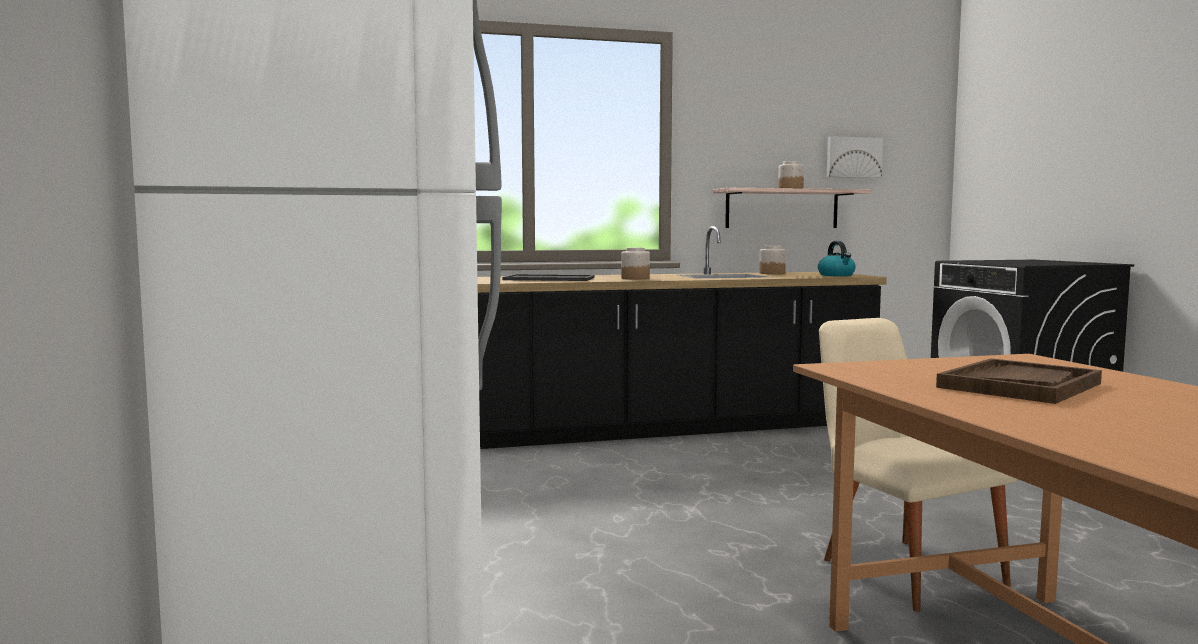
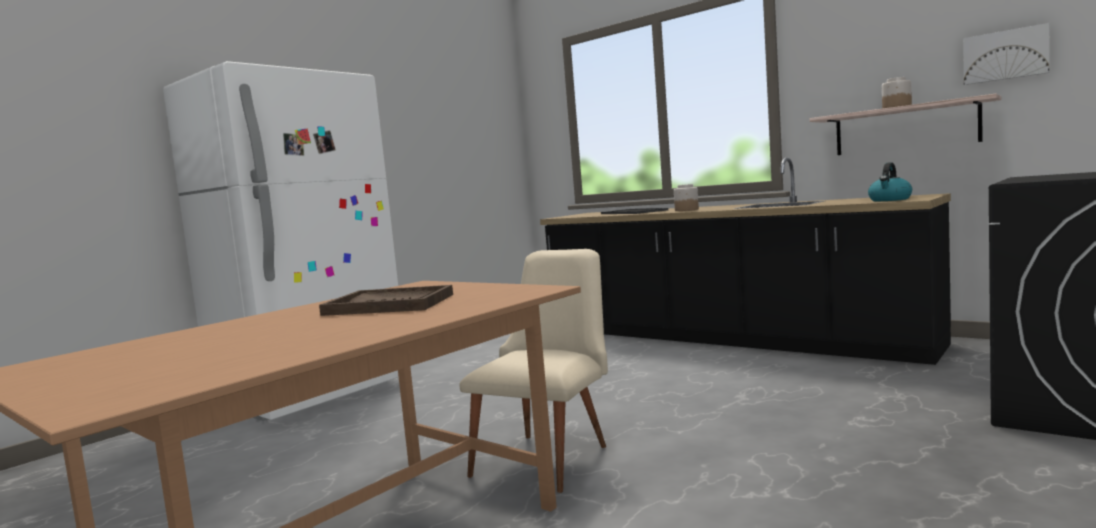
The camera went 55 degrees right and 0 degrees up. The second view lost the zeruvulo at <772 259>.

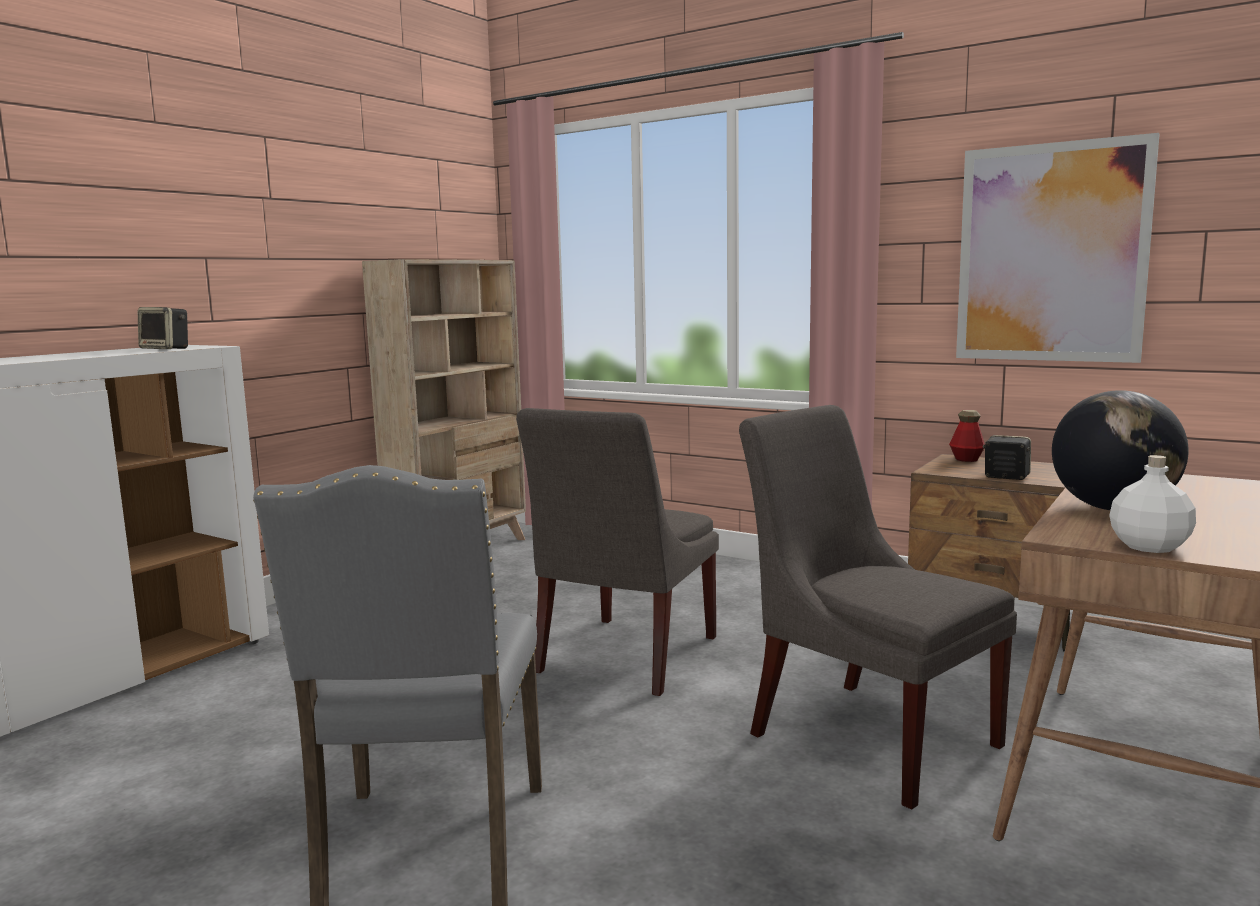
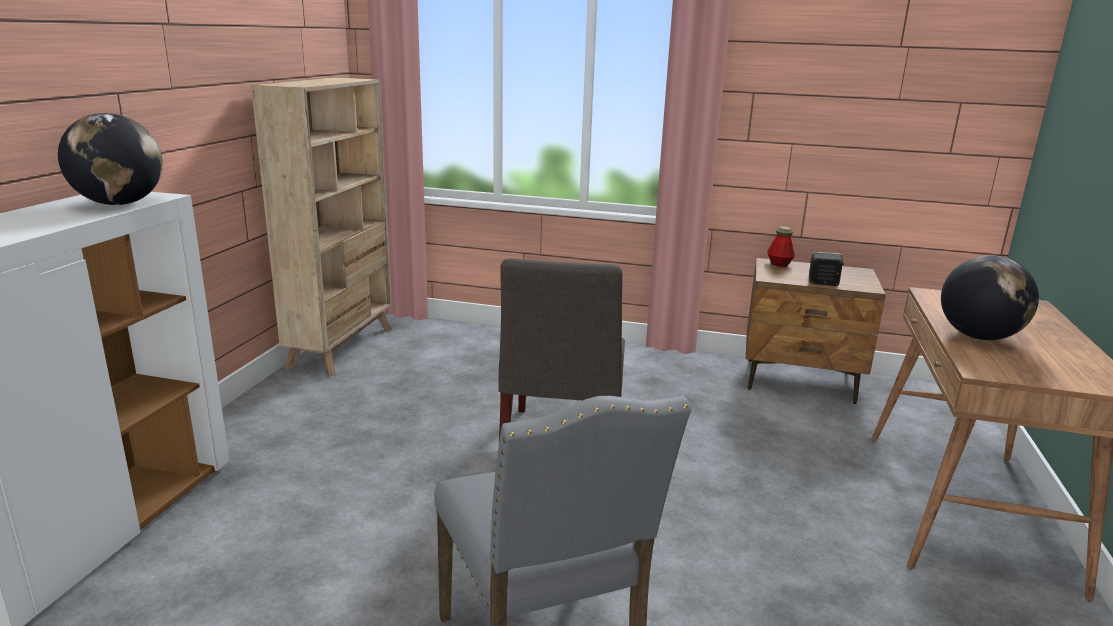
The camera went 20 degrees left and 10 degrees up. Where the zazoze stood at <163 328>, the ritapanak came to stand at <110 159>. The second view lost the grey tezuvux at <878 607>. The second view lost the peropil at <1058 248>. The second view lost the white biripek at <1152 504>.

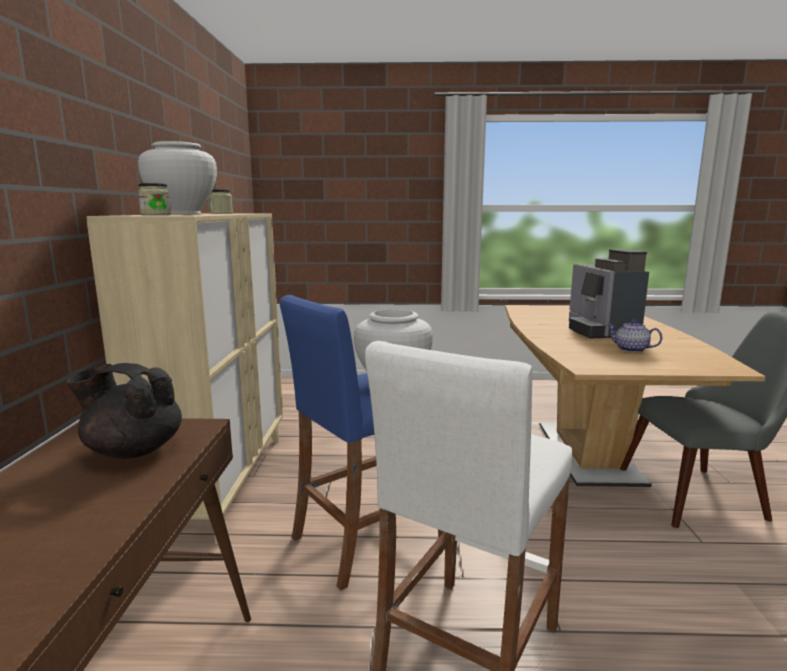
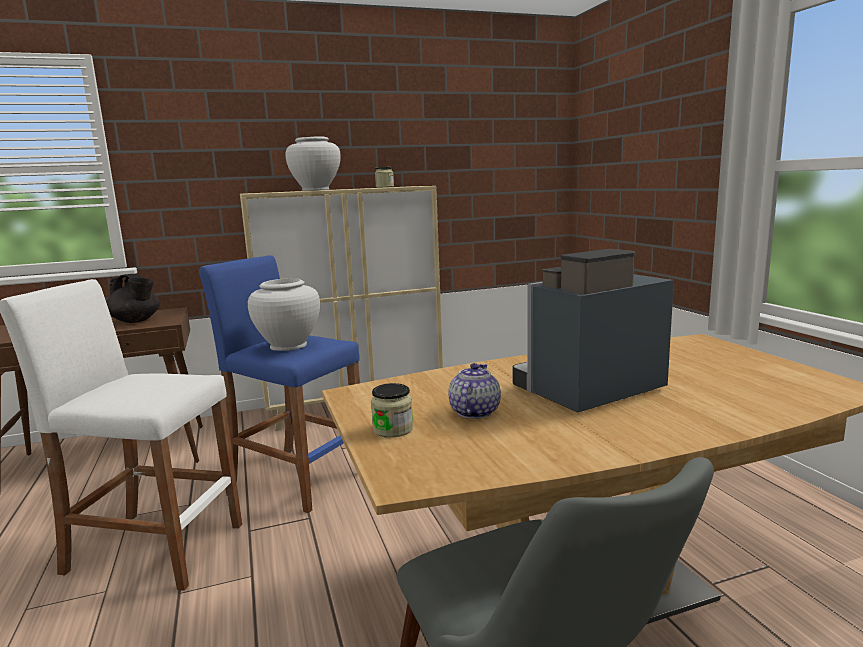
The camera went 70 degrees right and 0 degrees up. The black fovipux at <124 411> ended up facing another way, 135 degrees clockwise from before. The zeruvulo ended up elsewhere, having gone from <154 199> to <392 410>.

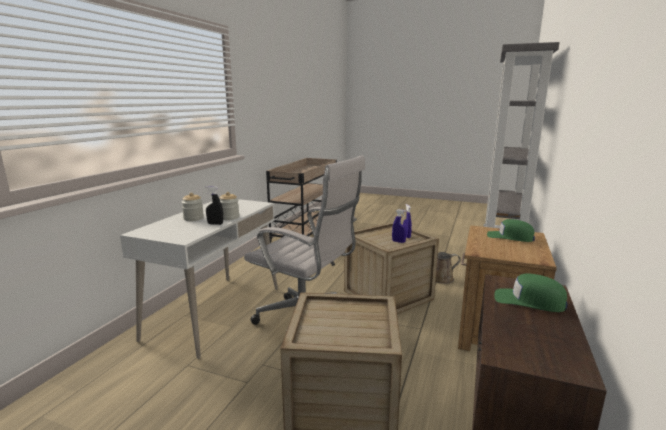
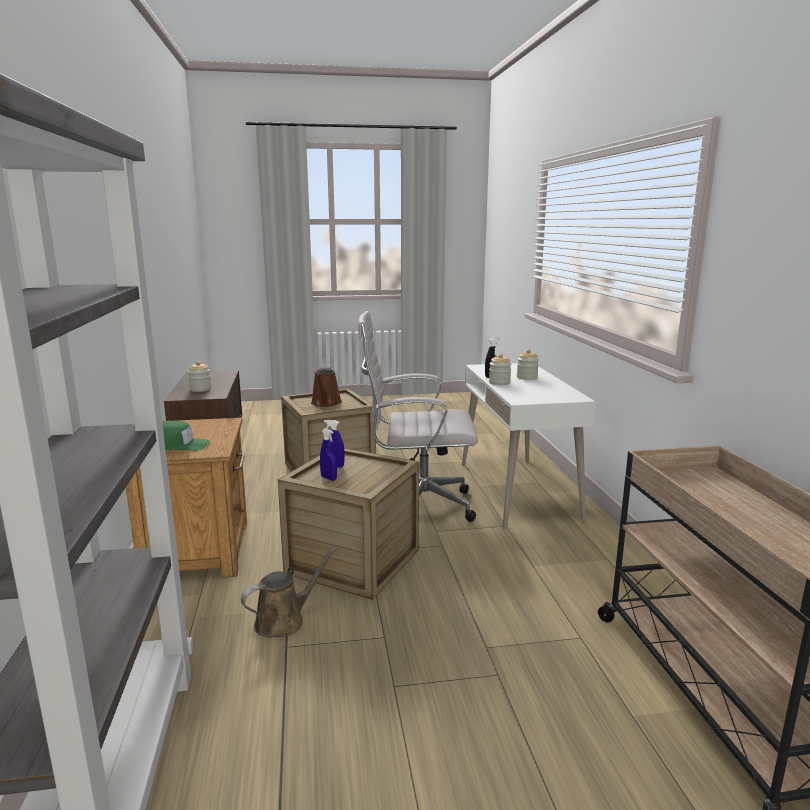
The camera went 150 degrees right and 0 degrees up. Where the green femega stood at <530 292>, the zeruvulo came to stand at <199 376>. The second view gained the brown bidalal at <326 387>.

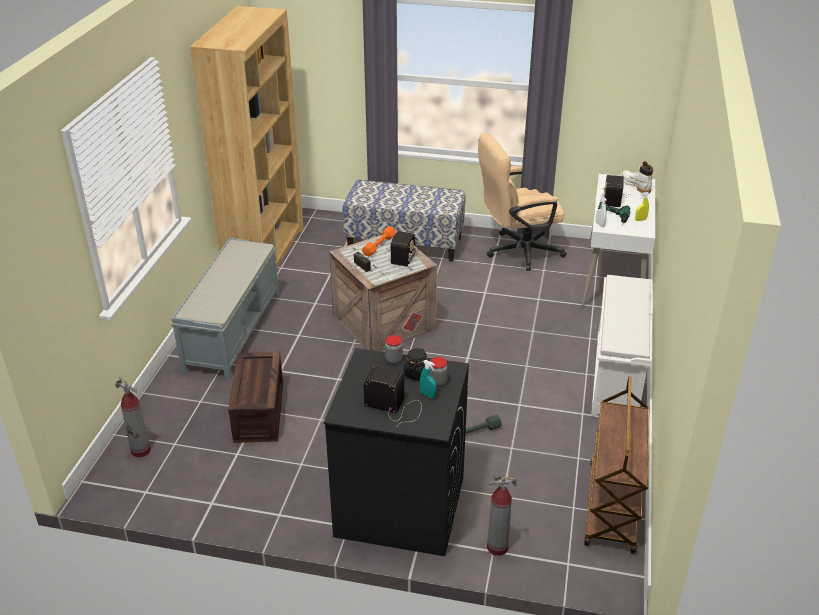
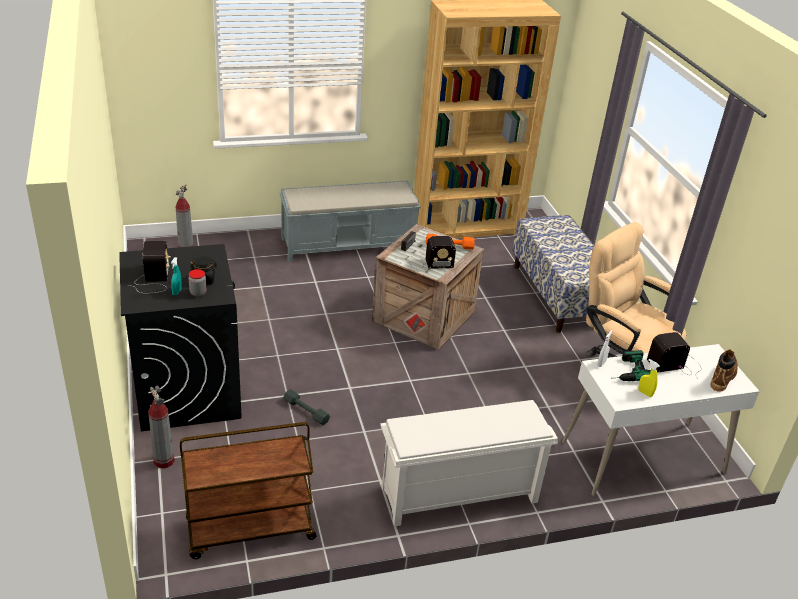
The camera went 60 degrees right and 0 degrees up. The second view lost the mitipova at <255 397>. The second view lost the zeruvulo at <394 349>. What was the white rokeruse at <637 177> turned into the brown rokeruse at <724 371>.

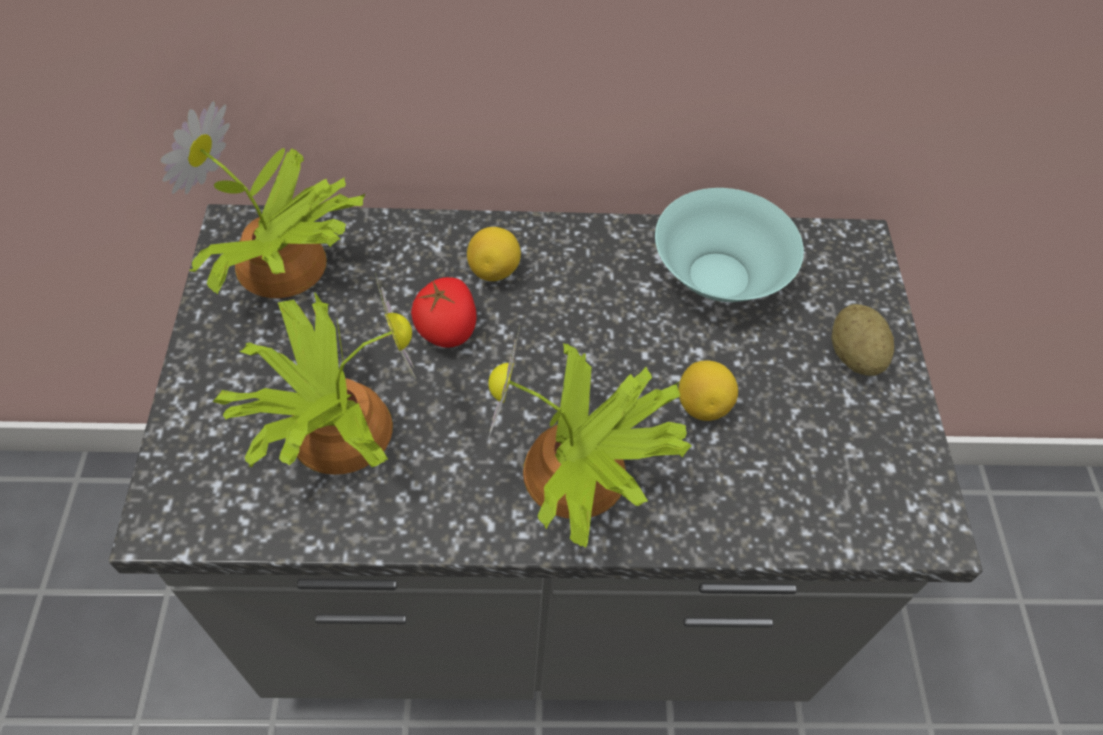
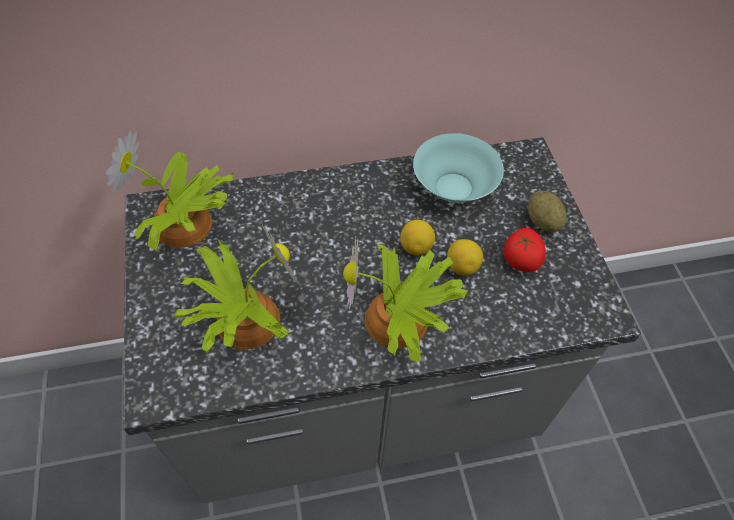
The camera went 10 degrees left and 0 degrees up. The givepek ended up elsewhere, having gone from <444 312> to <525 250>. The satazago ended up elsewhere, having gone from <494 254> to <417 237>.

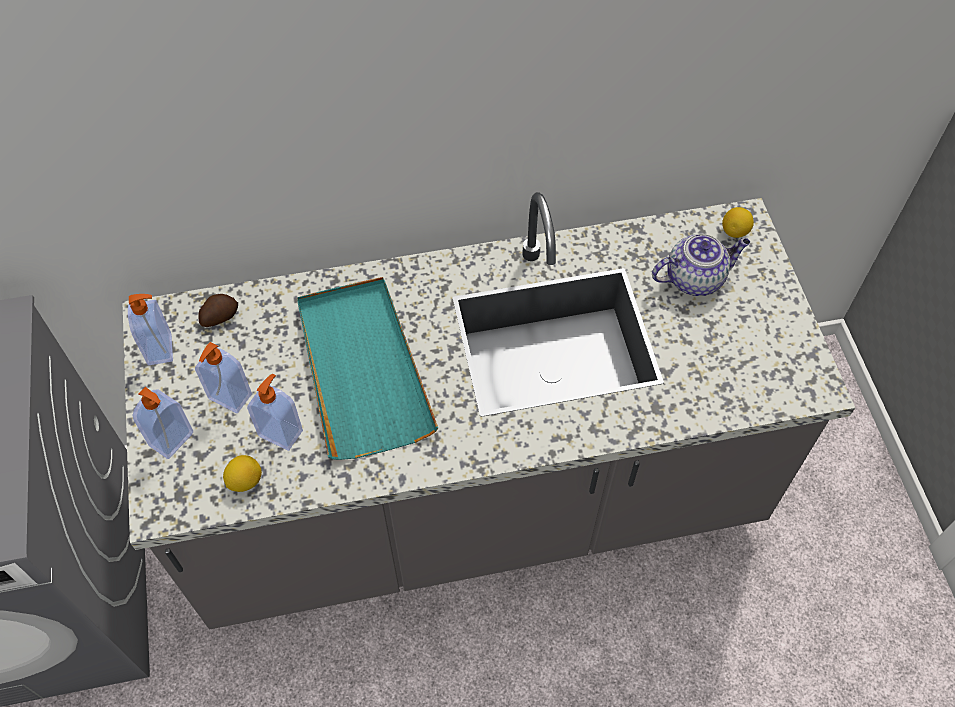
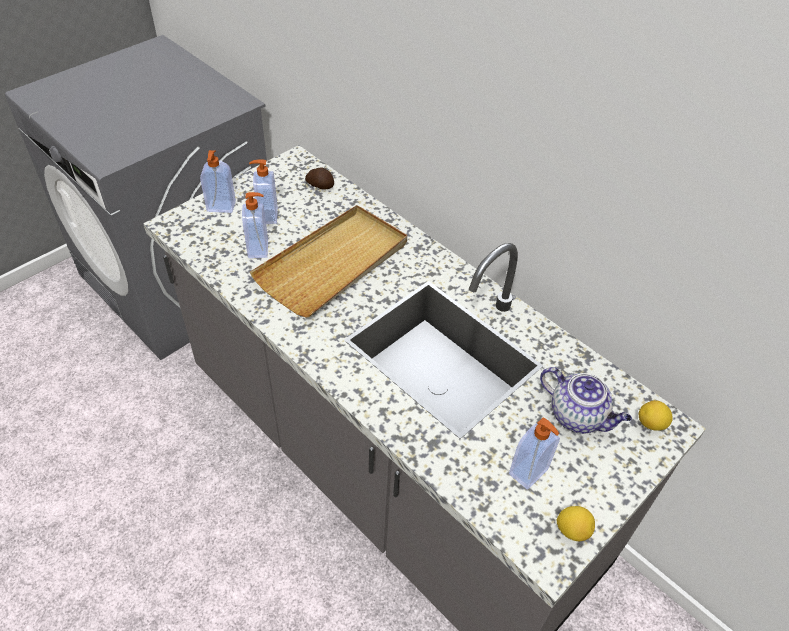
The camera went 55 degrees right and 10 degrees down. The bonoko ended up elsewhere, having gone from <150 329> to <534 453>. The satazago ended up elsewhere, having gone from <242 473> to <576 523>. What was the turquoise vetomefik at <367 368> turned into the beige vetomefik at <328 261>.

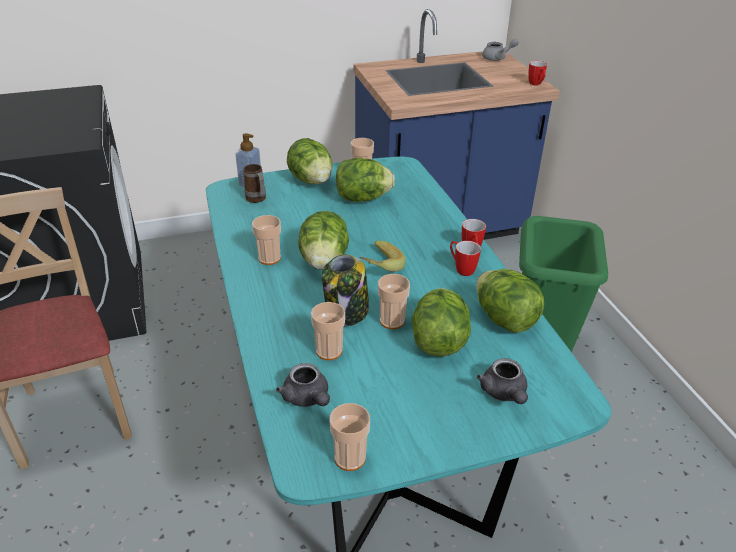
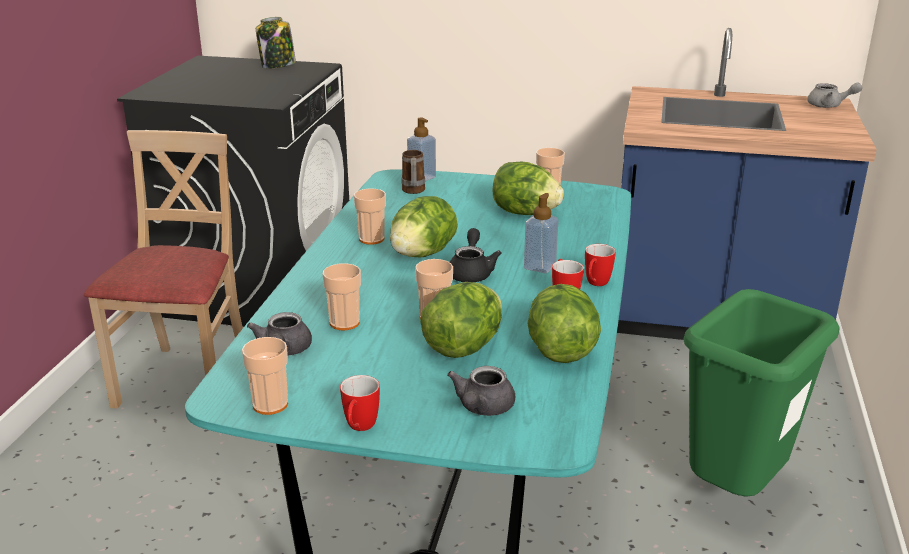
The camera went 30 degrees right and 10 degrees down. The second view lost the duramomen at <309 161>. The zeruvulo ended up elsewhere, having gone from <345 290> to <276 42>. Where the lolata stood at <383 256>, the black fovipux came to stand at <476 255>. The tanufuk ended up elsewhere, having gone from <537 73> to <360 403>. The second view gained the bonoko at <541 233>.

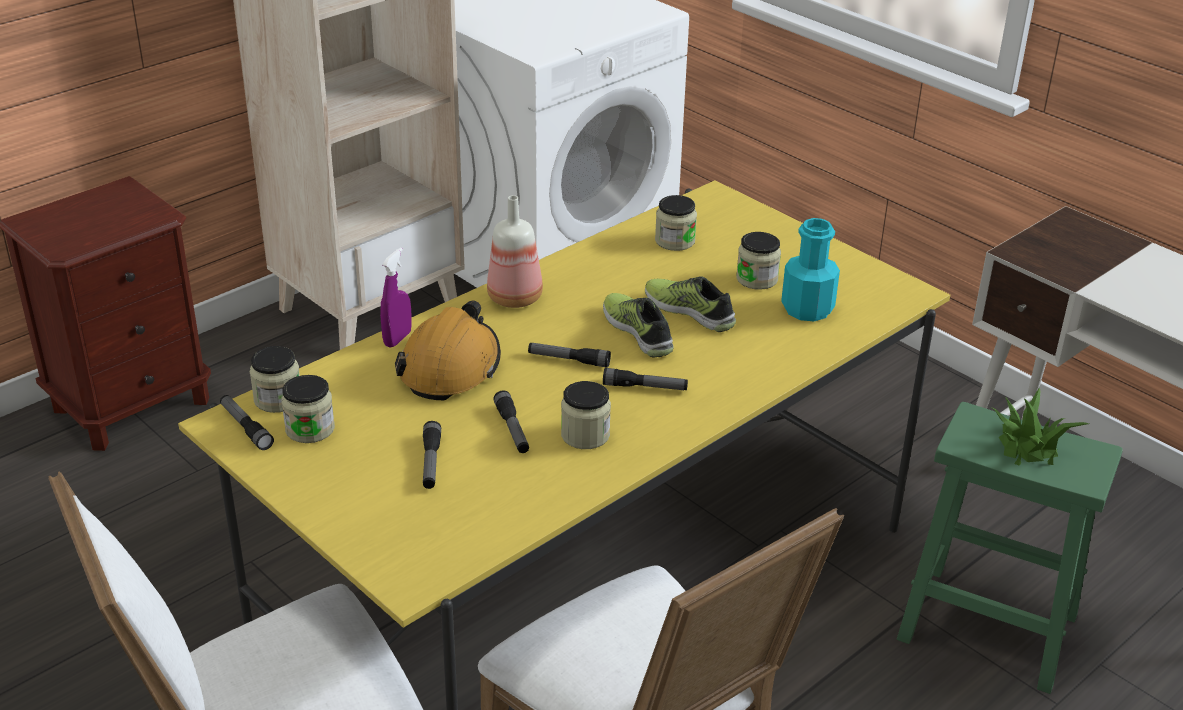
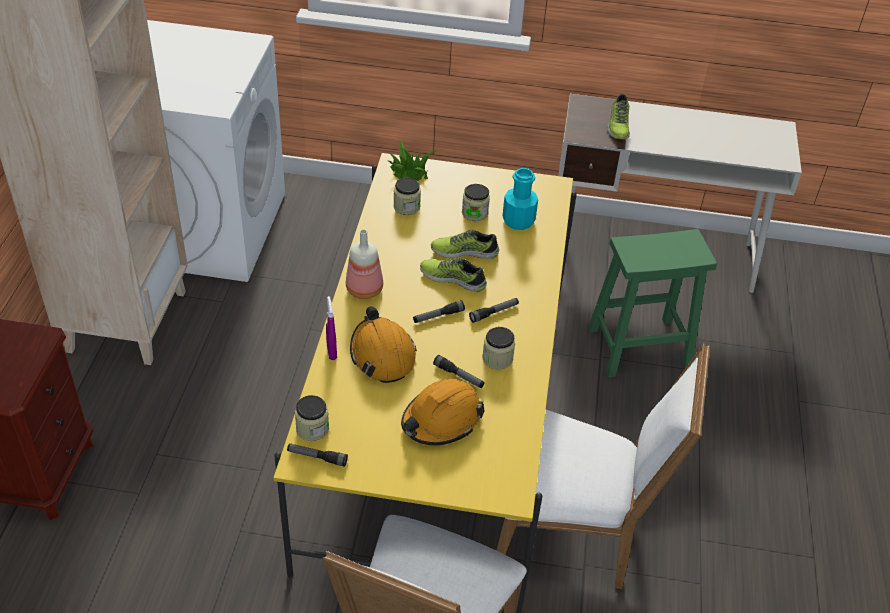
The camera went 40 degrees left and 10 degrees up. The second view lost the zeruvulo at <308 409>. Where the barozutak stood at <432 455>, the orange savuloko came to stand at <443 412>. The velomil ended up elsewhere, having gone from <1041 427> to <412 160>. The second view gained the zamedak at <618 116>.

